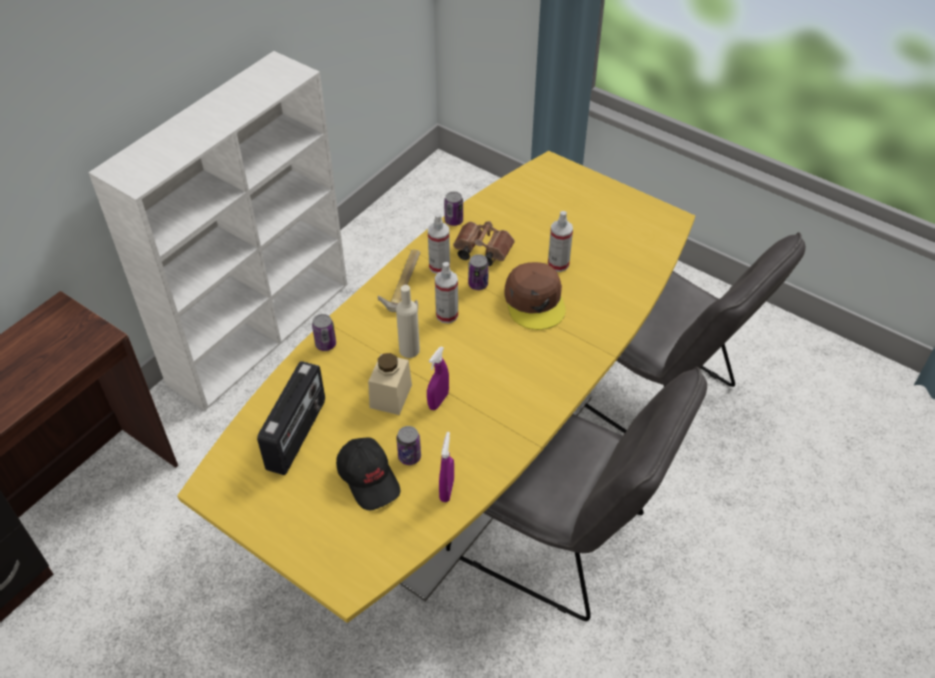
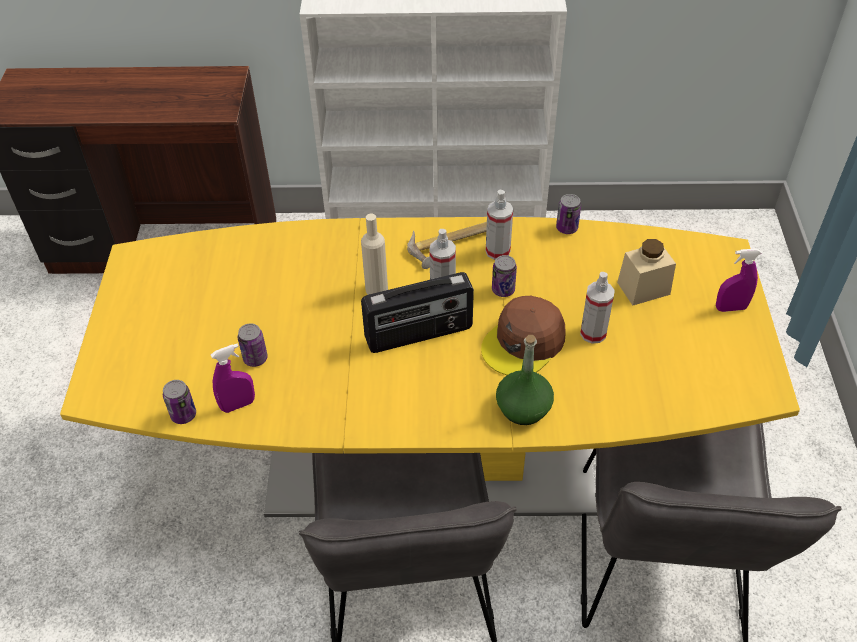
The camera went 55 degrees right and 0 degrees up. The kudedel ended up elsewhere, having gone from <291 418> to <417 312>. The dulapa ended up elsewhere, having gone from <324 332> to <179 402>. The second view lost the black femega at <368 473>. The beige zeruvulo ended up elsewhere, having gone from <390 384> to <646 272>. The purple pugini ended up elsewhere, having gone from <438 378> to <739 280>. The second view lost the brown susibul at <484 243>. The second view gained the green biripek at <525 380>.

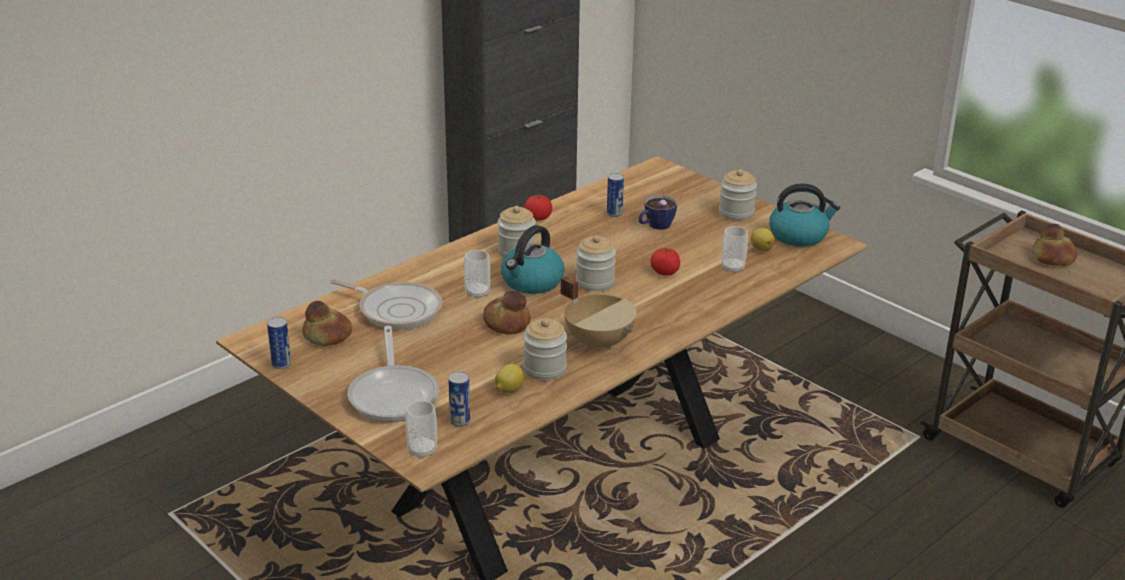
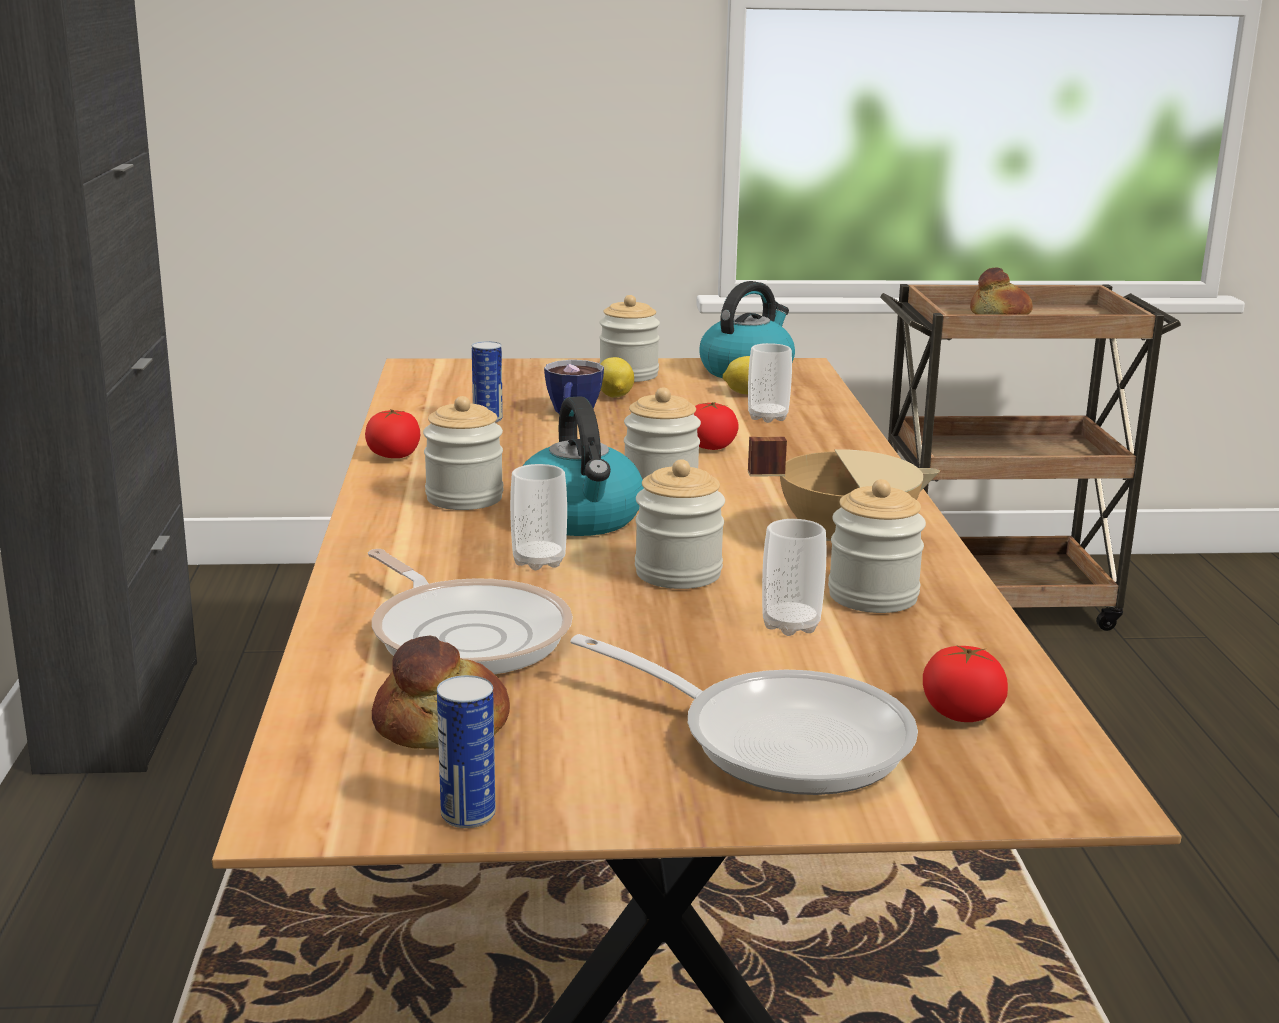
The camera went 50 degrees left and 10 degrees down. The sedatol at <386 304> ended up facing another way, 75 degrees clockwise from before. The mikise ended up elsewhere, having gone from <421 430> to <794 577>. Where the dulapa stood at <459 399>, the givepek came to stand at <965 683>. Where the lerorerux stood at <507 312>, the zeruvulo came to stand at <680 524>. The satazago ended up elsewhere, having gone from <509 378> to <617 377>.

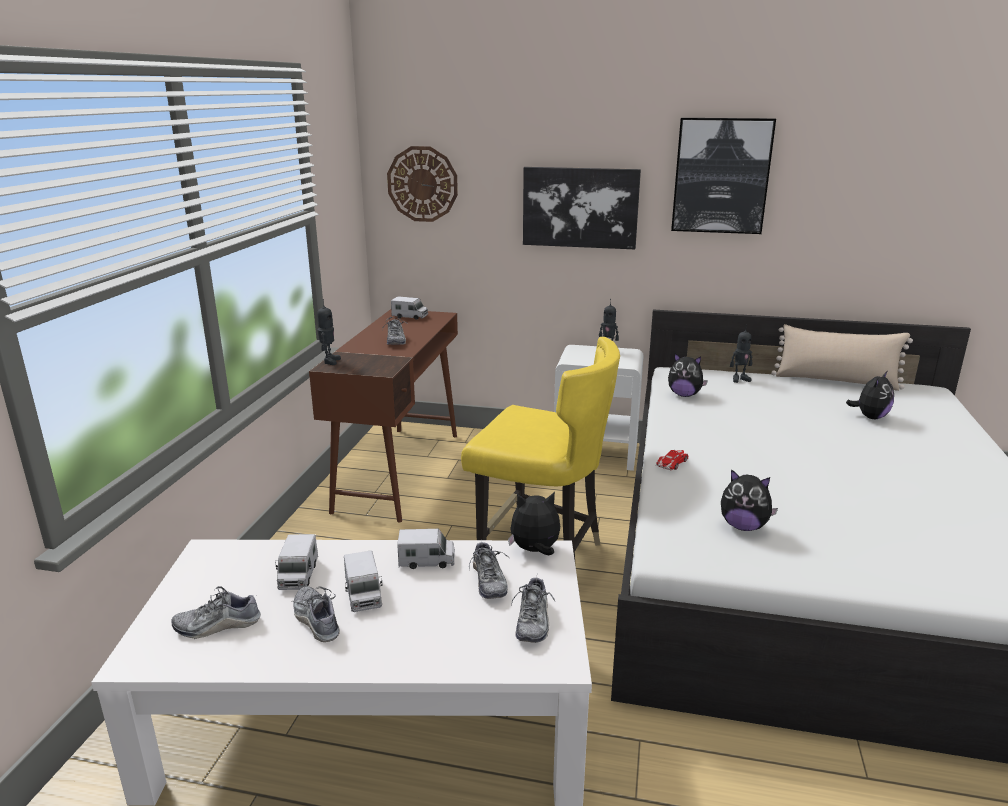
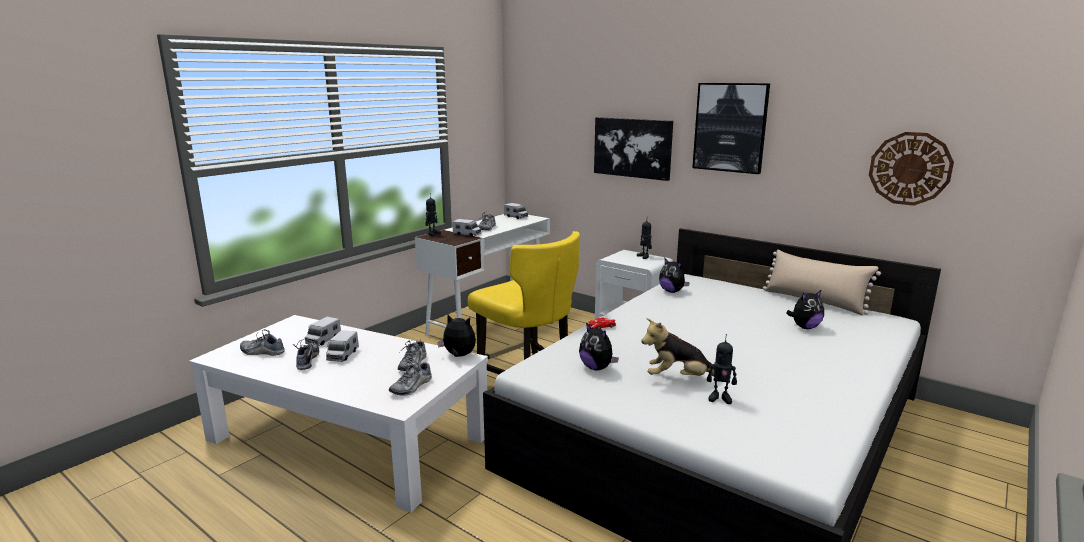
The camera went 25 degrees right and 5 degrees down. What was the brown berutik at <383 416> turned into the white berutik at <482 275>. The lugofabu ended up elsewhere, having gone from <422 184> to <911 169>. The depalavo ended up elsewhere, having gone from <426 549> to <467 228>. The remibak ended up elsewhere, having gone from <741 353> to <722 369>. The second view gained the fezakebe at <677 347>.

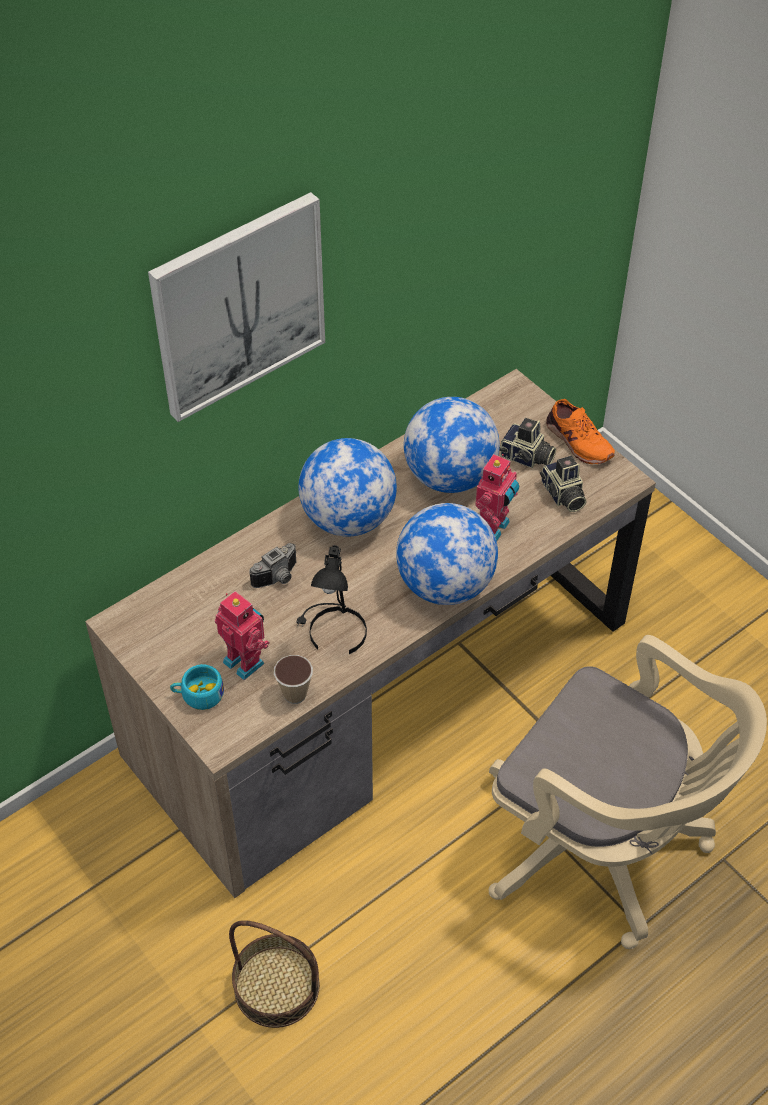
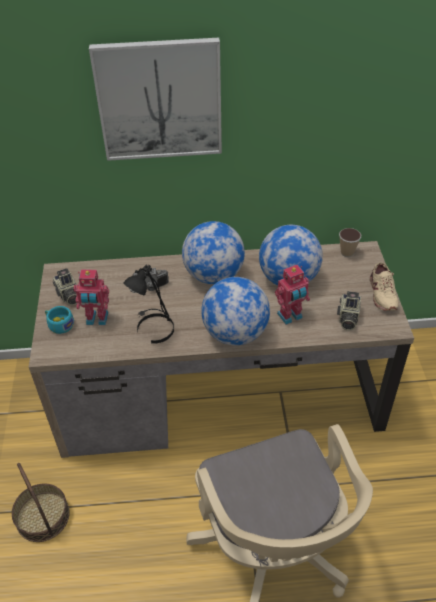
The camera went 35 degrees right and 5 degrees down. The remibak at <242 635> ended up facing another way, 105 degrees clockwise from before. The mikise ended up elsewhere, having gone from <293 679> to <350 242>. The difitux ended up elsewhere, having gone from <527 443> to <65 286>. What was the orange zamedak at <580 431> turned into the beige zamedak at <384 287>.

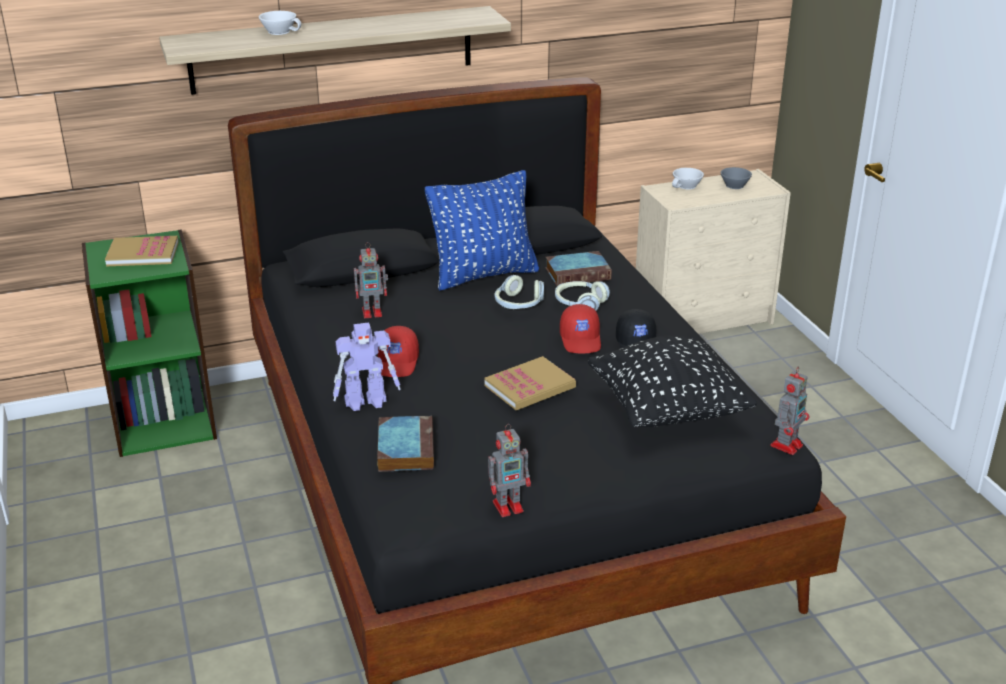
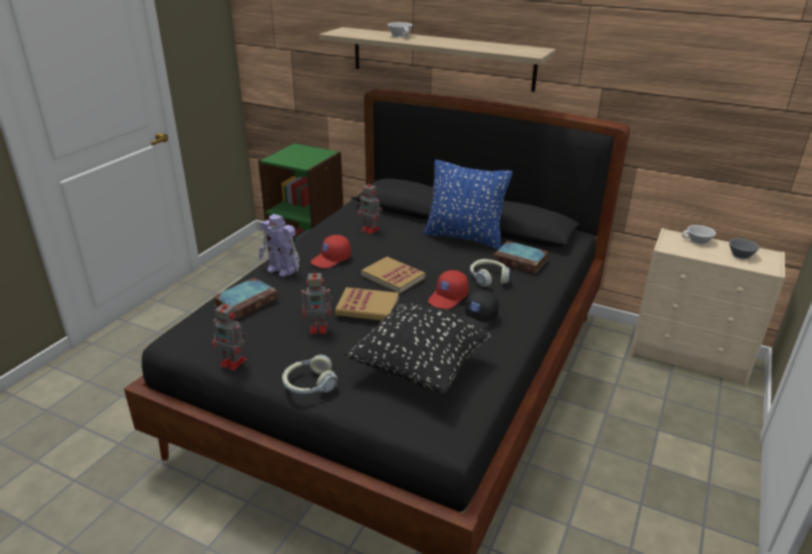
The camera went 45 degrees right and 0 degrees up. The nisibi ended up elsewhere, having gone from <141 250> to <393 275>. The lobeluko ended up elsewhere, having gone from <519 292> to <309 374>. The remibak ended up elsewhere, having gone from <789 411> to <317 301>.

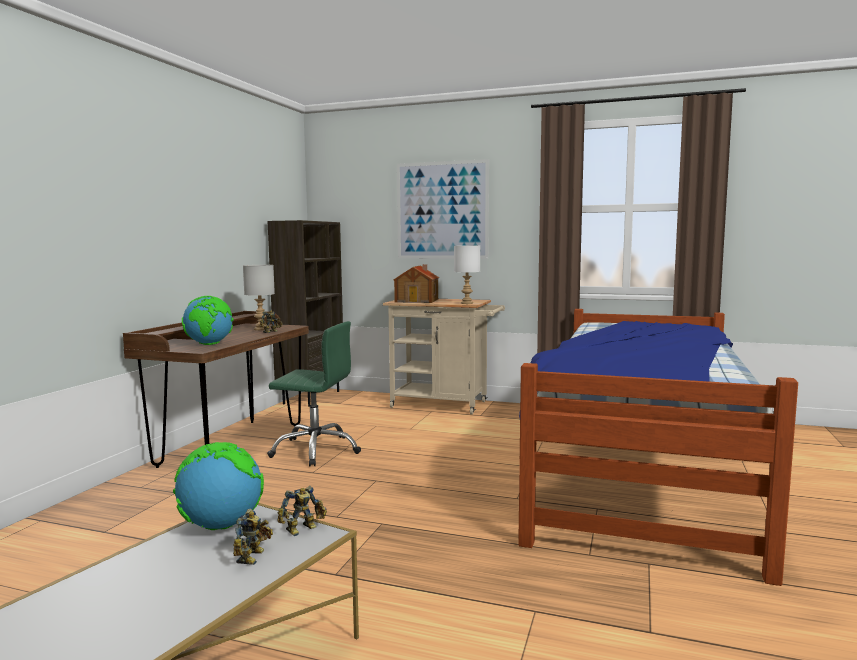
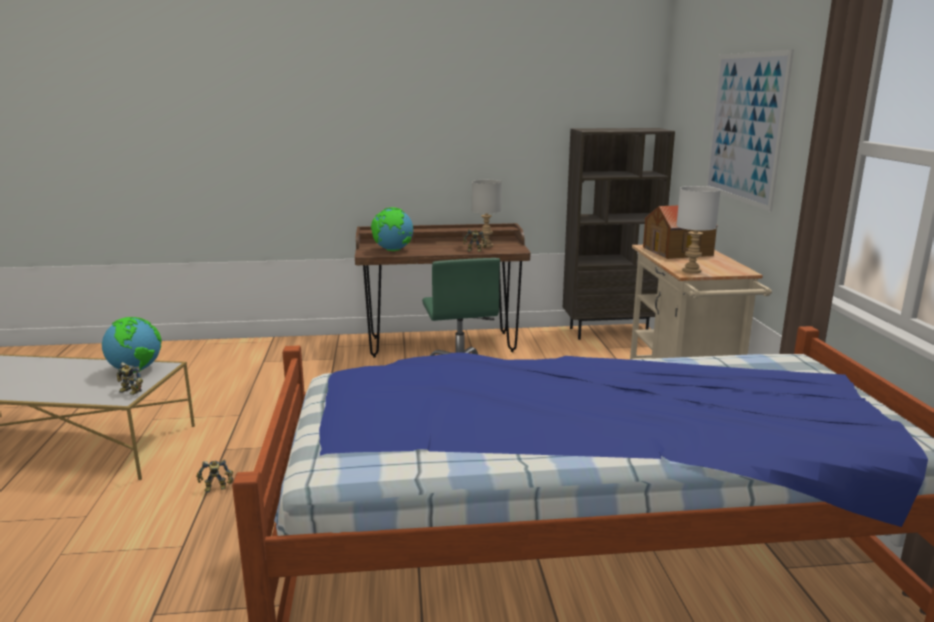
The camera went 65 degrees right and 10 degrees up. The remibak ended up elsewhere, having gone from <253 537> to <215 476>.

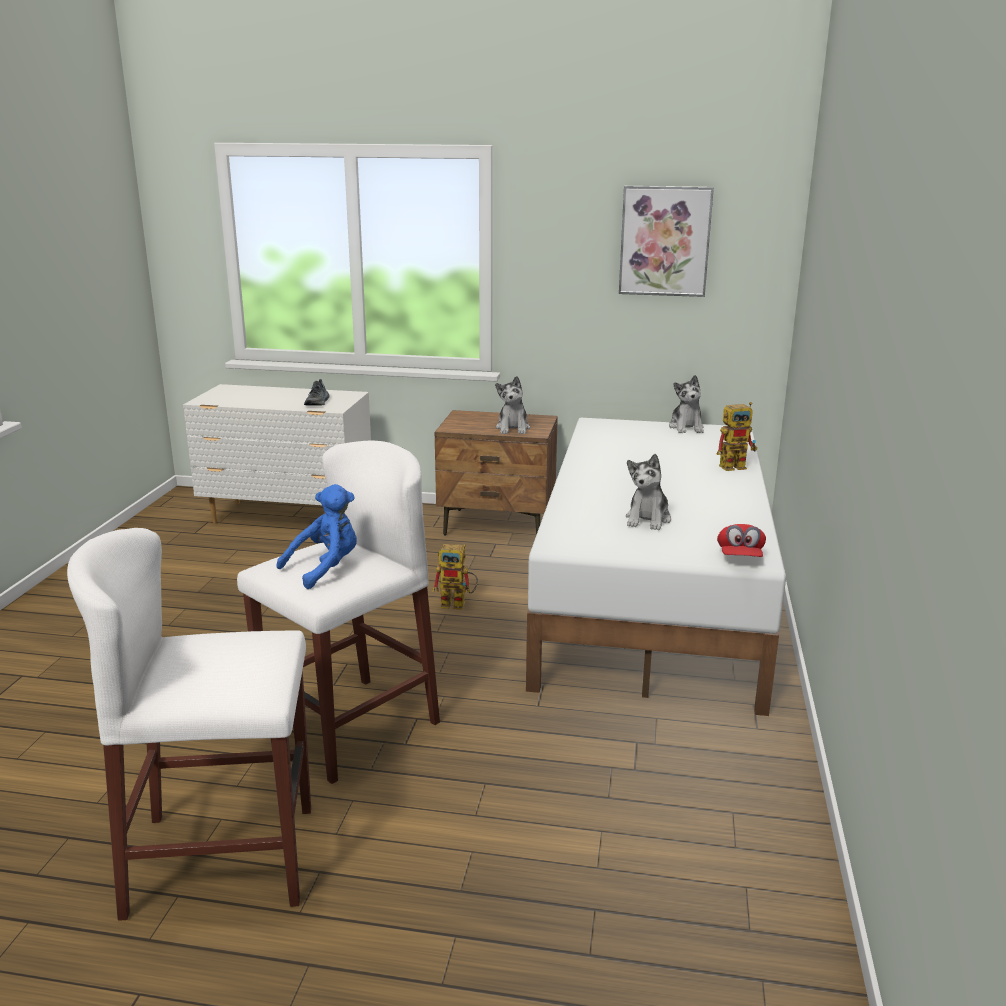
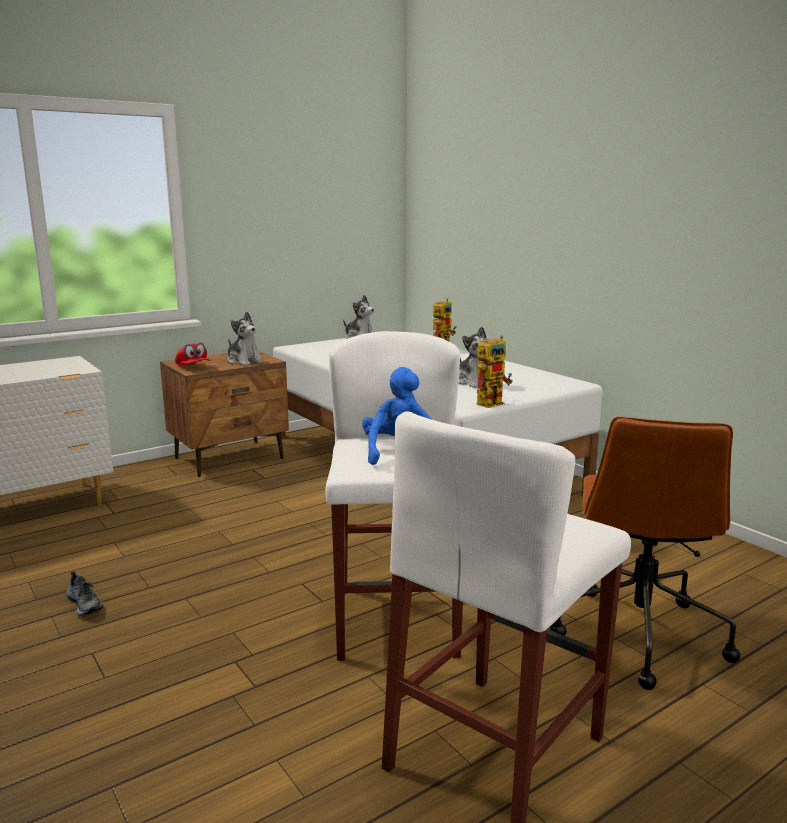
The camera went 45 degrees left and 5 degrees down. The zamedak ended up elsewhere, having gone from <317 392> to <85 593>. The remibak ended up elsewhere, having gone from <455 576> to <495 371>. The second view lost the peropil at <666 241>. The red femega ended up elsewhere, having gone from <741 540> to <192 354>. The second view gained the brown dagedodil at <645 553>.

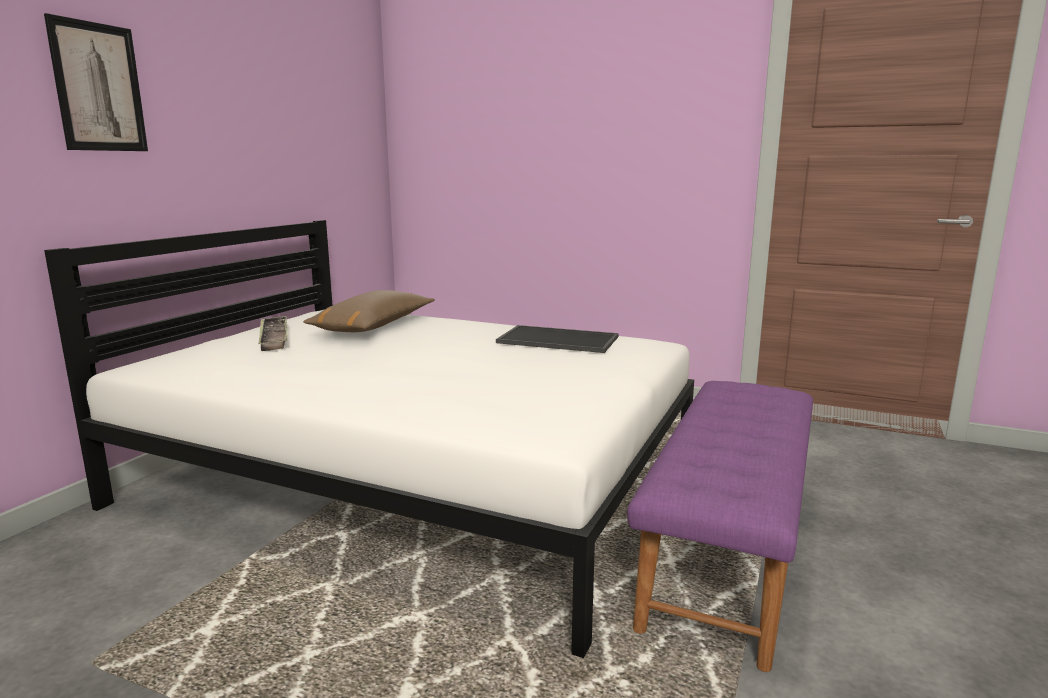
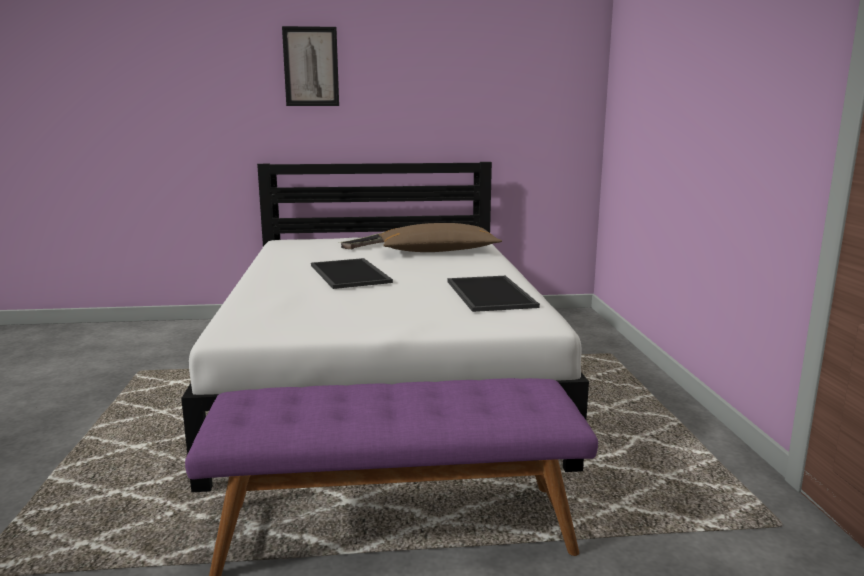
The camera went 60 degrees right and 0 degrees up. The second view gained the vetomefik at <352 273>.

